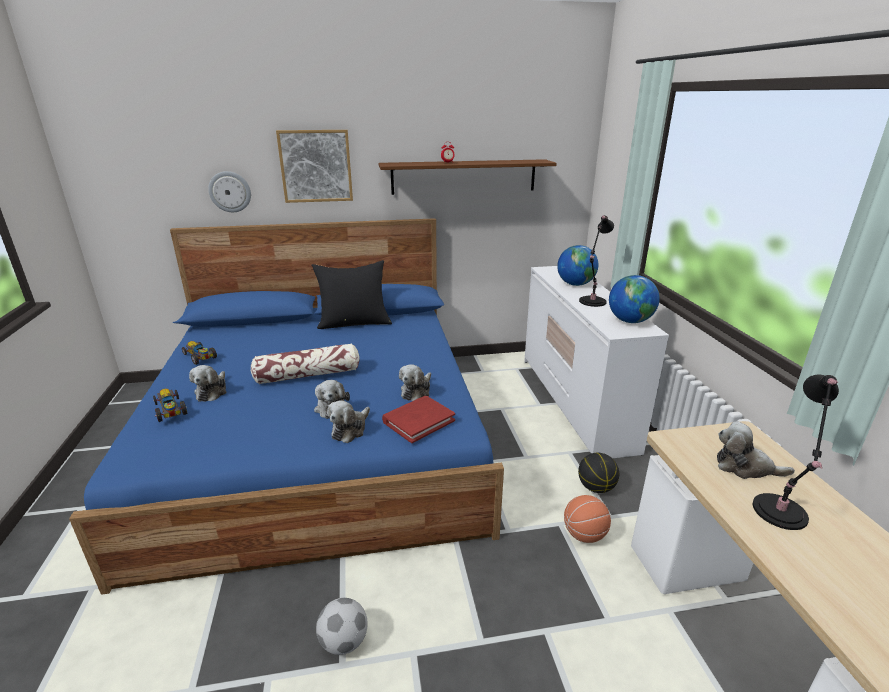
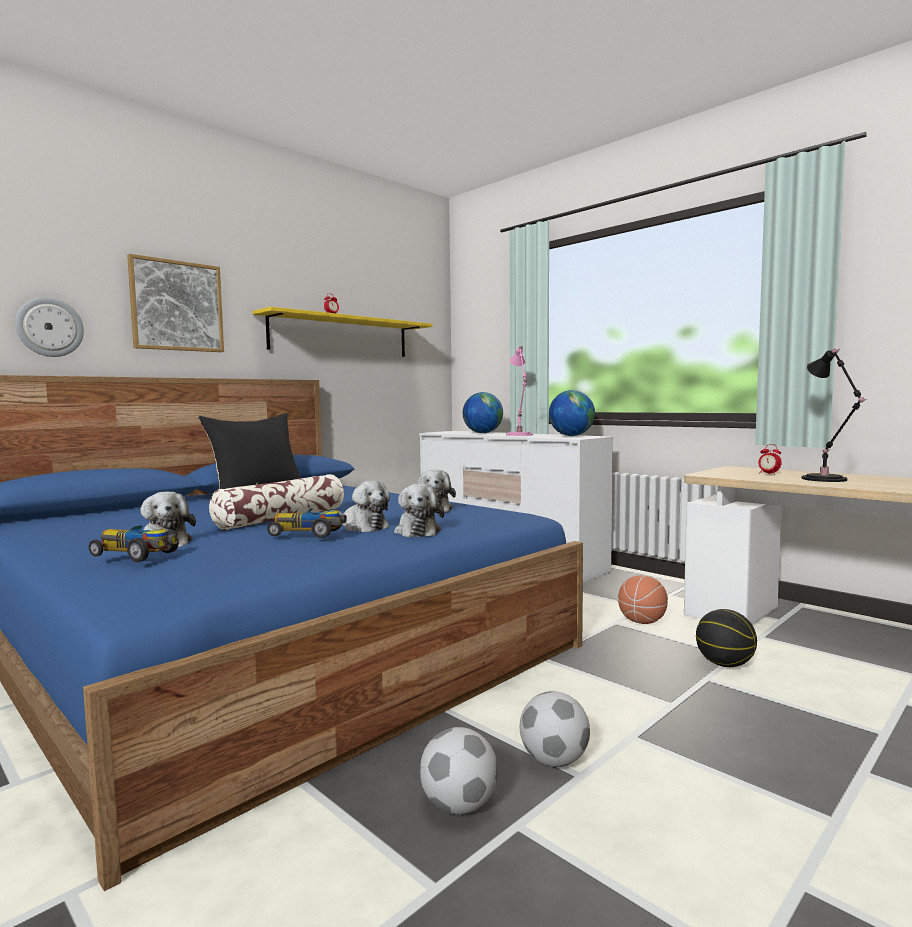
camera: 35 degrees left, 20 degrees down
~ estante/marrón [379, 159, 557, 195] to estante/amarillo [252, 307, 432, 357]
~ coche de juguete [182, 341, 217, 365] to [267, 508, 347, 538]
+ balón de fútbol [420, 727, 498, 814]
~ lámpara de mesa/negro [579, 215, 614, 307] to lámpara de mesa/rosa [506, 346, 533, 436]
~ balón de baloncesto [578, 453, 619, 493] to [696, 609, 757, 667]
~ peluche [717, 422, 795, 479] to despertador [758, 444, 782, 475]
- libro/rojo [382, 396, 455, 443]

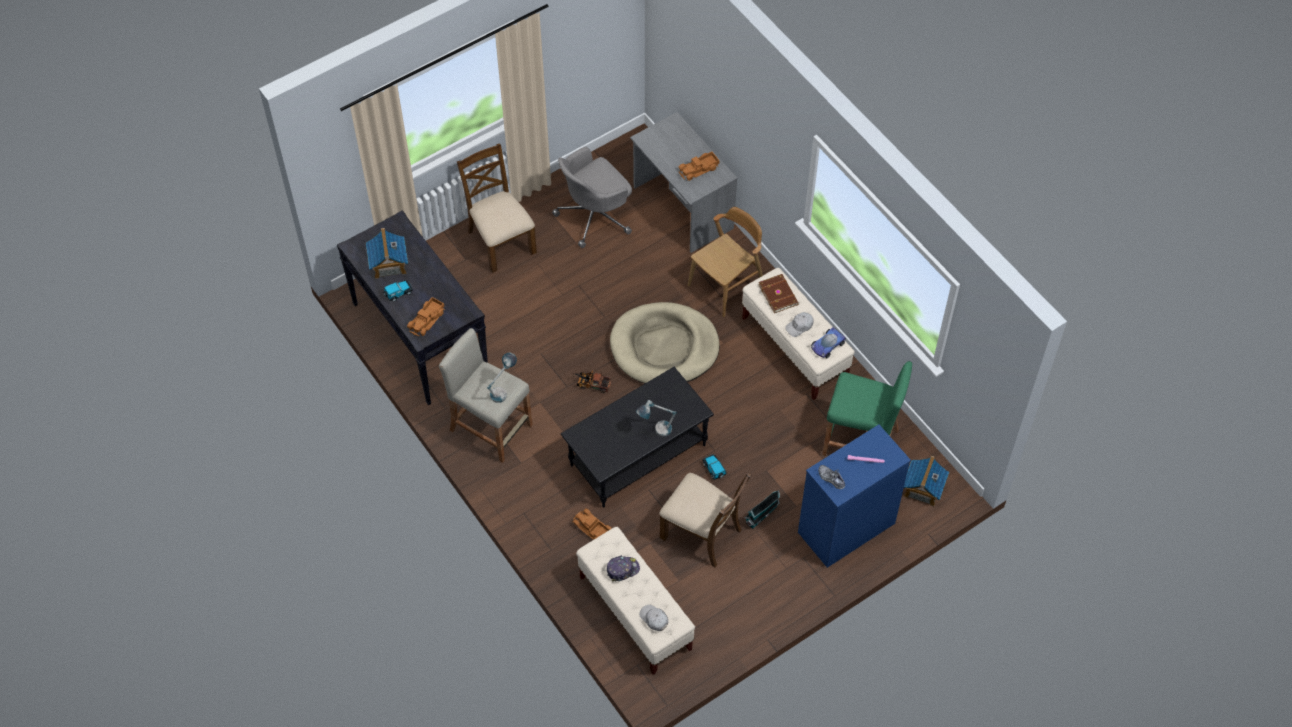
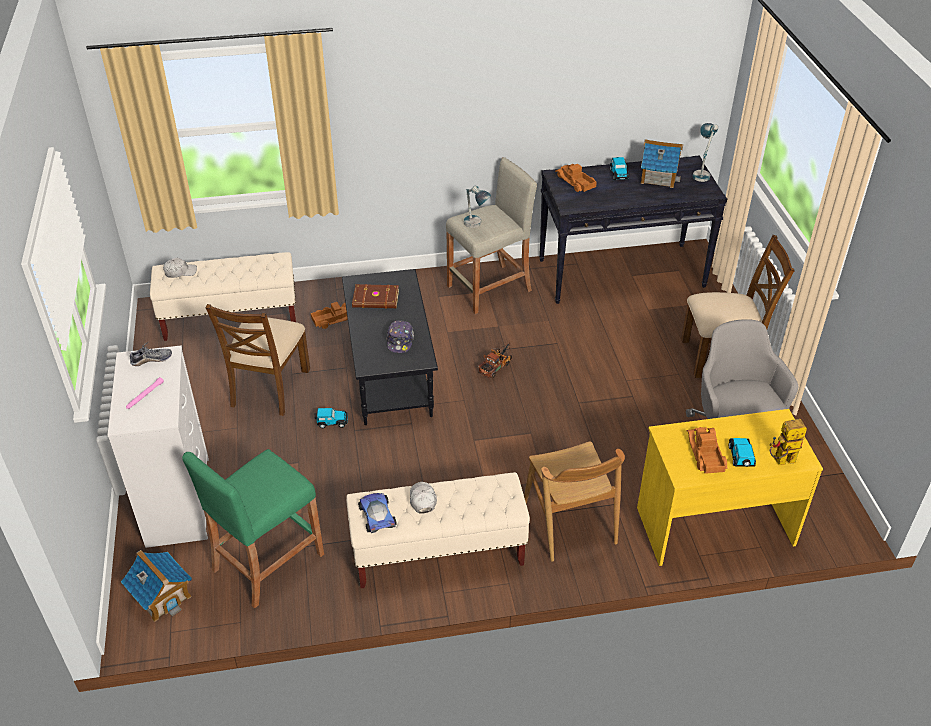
camera: 115 degrees right, 15 degrees down
~ cómoda/azul [798, 425, 911, 568] to cómoda/blanco [107, 345, 209, 548]
~ silla/marrón [659, 472, 752, 567] = [206, 304, 310, 416] 45 degrees counterclockwise
~ libro/marrón [759, 274, 799, 313] to [352, 284, 399, 309]
~ gorra [607, 555, 640, 581] to [386, 321, 414, 353]
~ escritorio/gris [630, 112, 737, 253] to escritorio/amarillo [637, 409, 823, 566]
~ lámpara de mesa [636, 400, 677, 436] to [693, 123, 718, 182]
+ coche de juguete [729, 438, 756, 467]
+ robot de juguete [770, 419, 807, 465]
- cama para perro/beis [610, 302, 720, 383]
- casita [745, 490, 780, 529]

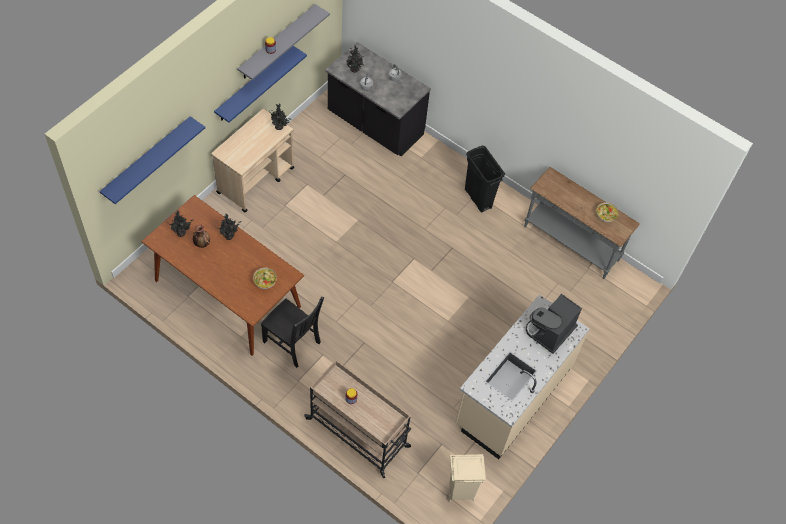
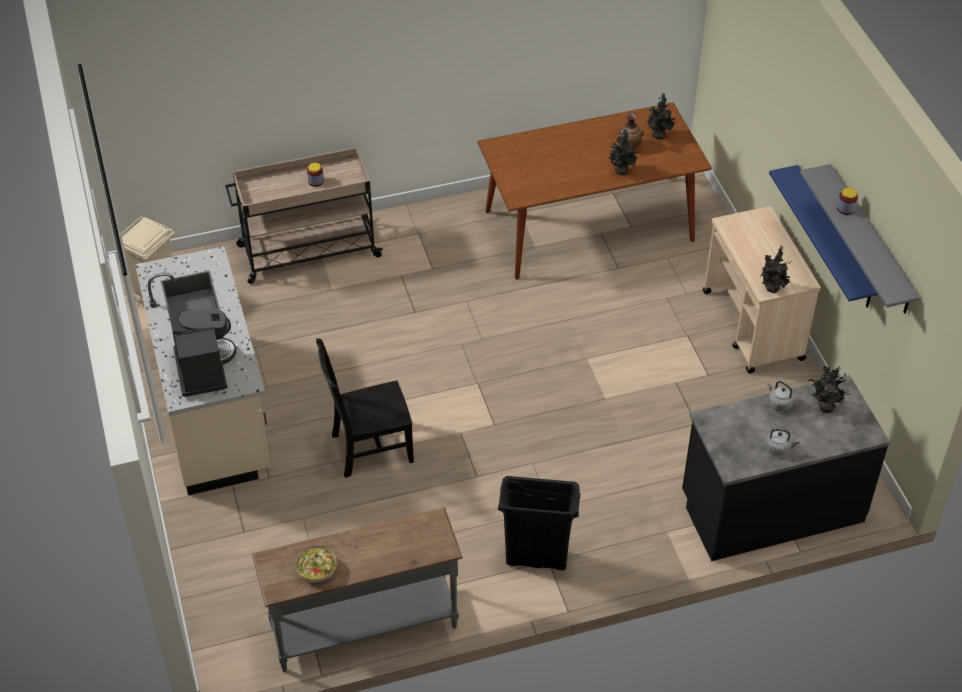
camera: 130 degrees right, 10 degrees down
~ silla/negro [261, 297, 324, 368] to [316, 338, 414, 478]
- estante/azul [100, 116, 205, 204]
- cuenco [253, 268, 277, 289]

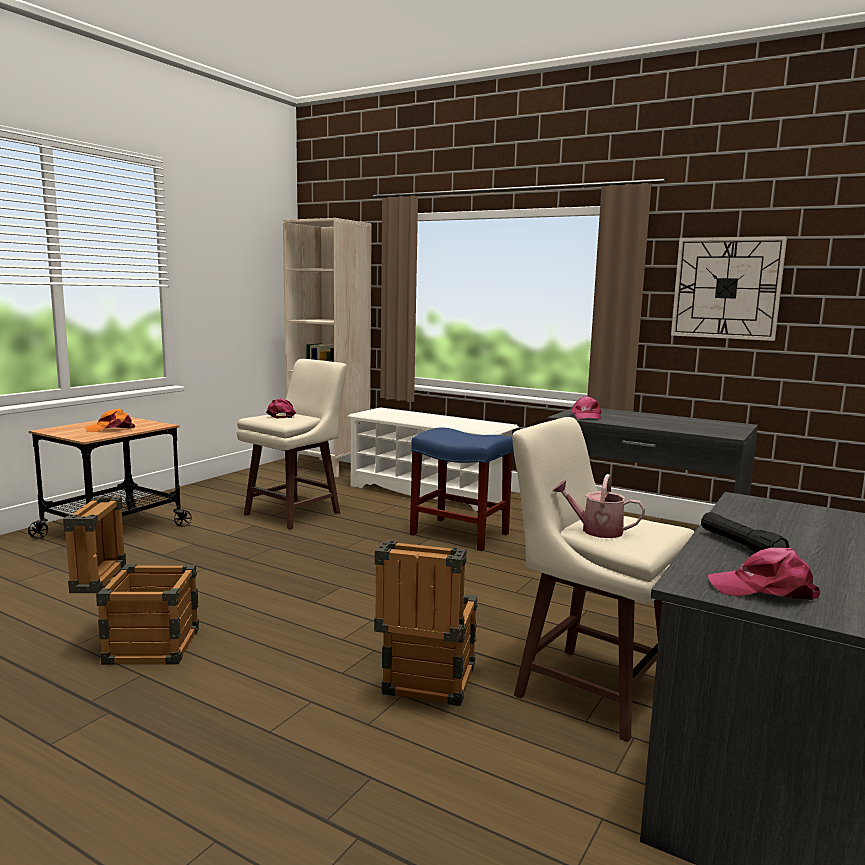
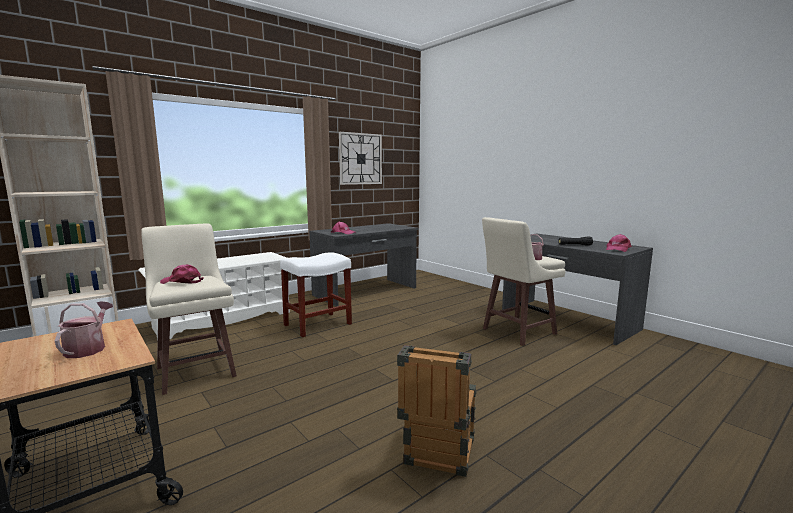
camera: 70 degrees left, 0 degrees up
~ gorra/naranja [85, 408, 135, 432] to regadera [55, 301, 113, 358]
~ taburete/azul [410, 428, 514, 551] to taburete/blanco [280, 252, 352, 337]
- caja de embalaje [374, 540, 478, 706]

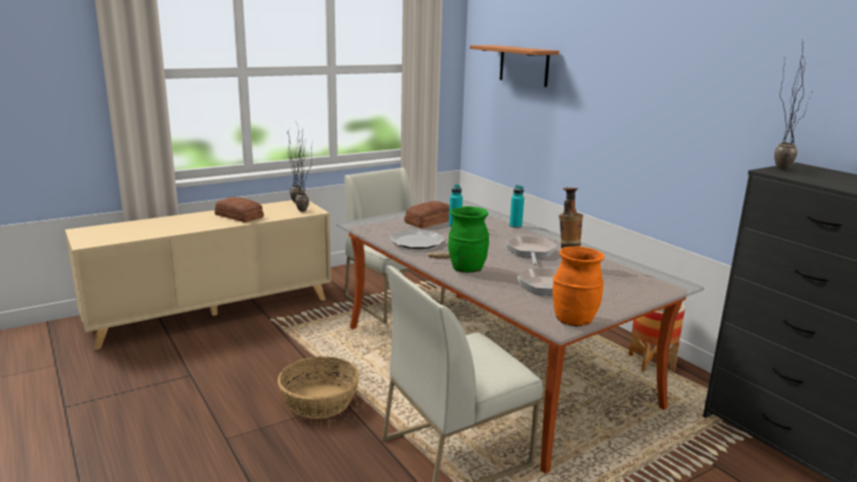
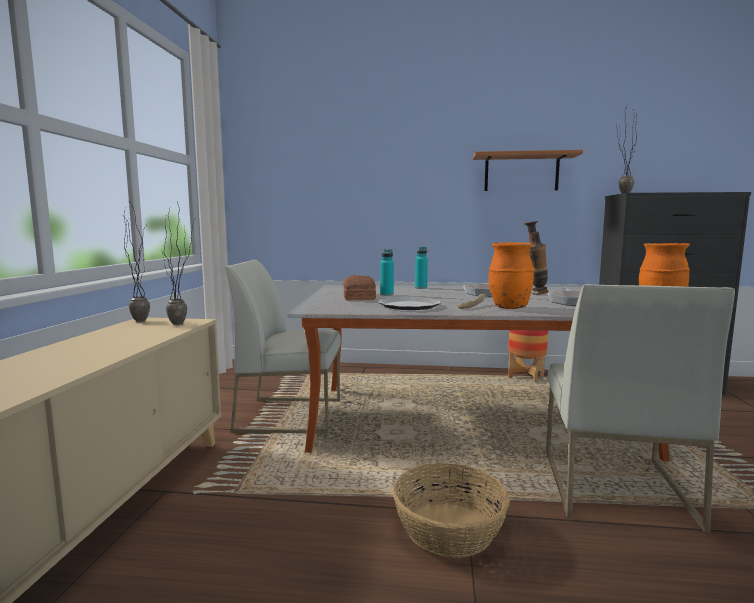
camera: 50 degrees left, 10 degrees down
~ estante [470, 45, 559, 87] to [473, 150, 583, 191]
~ florero/verde [448, 206, 490, 273] to florero/naranja [489, 242, 535, 309]
- pan [215, 197, 264, 223]

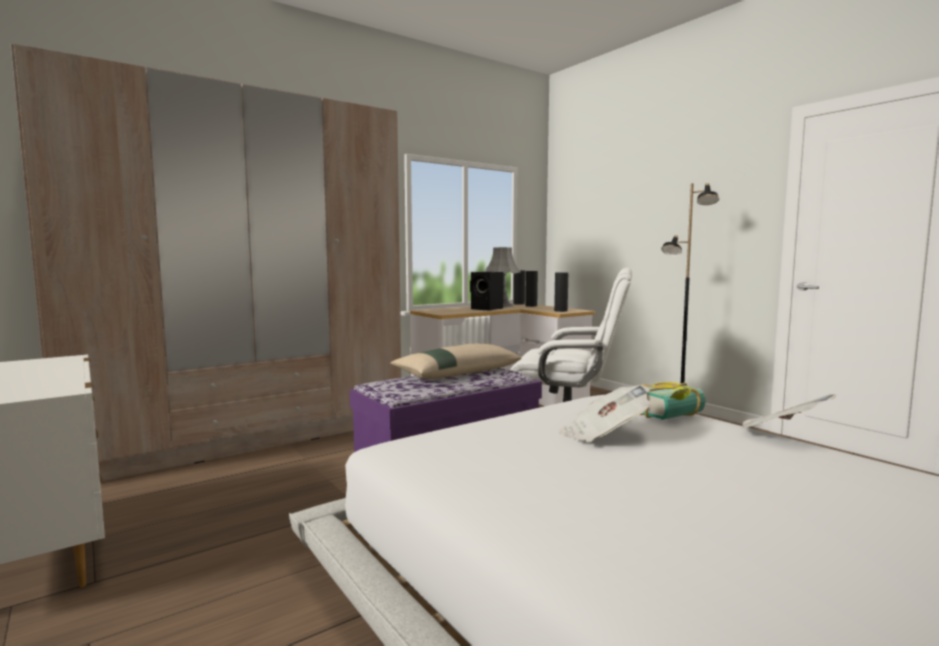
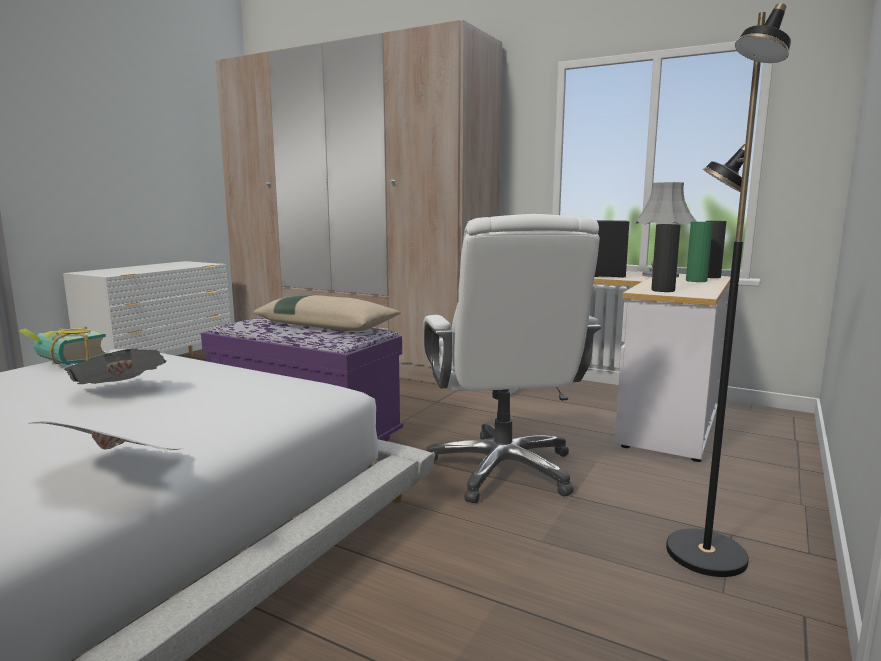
camera: 65 degrees right, 5 degrees up
~ libro [640, 382, 706, 420] to [19, 327, 108, 365]
~ florero/negro [525, 271, 538, 307] to florero/verde [686, 222, 713, 282]

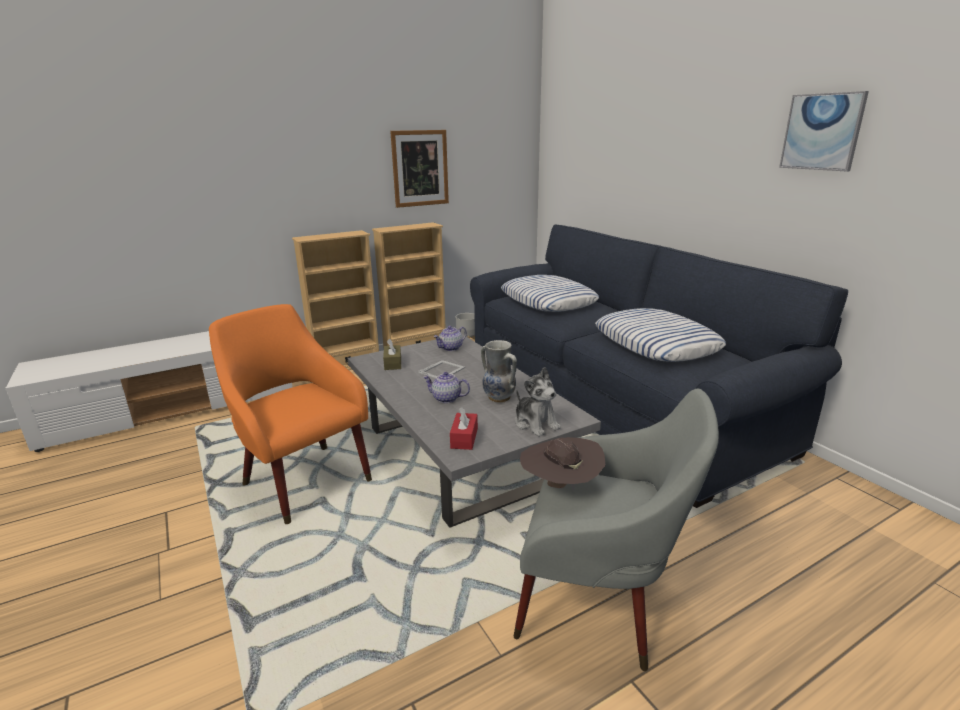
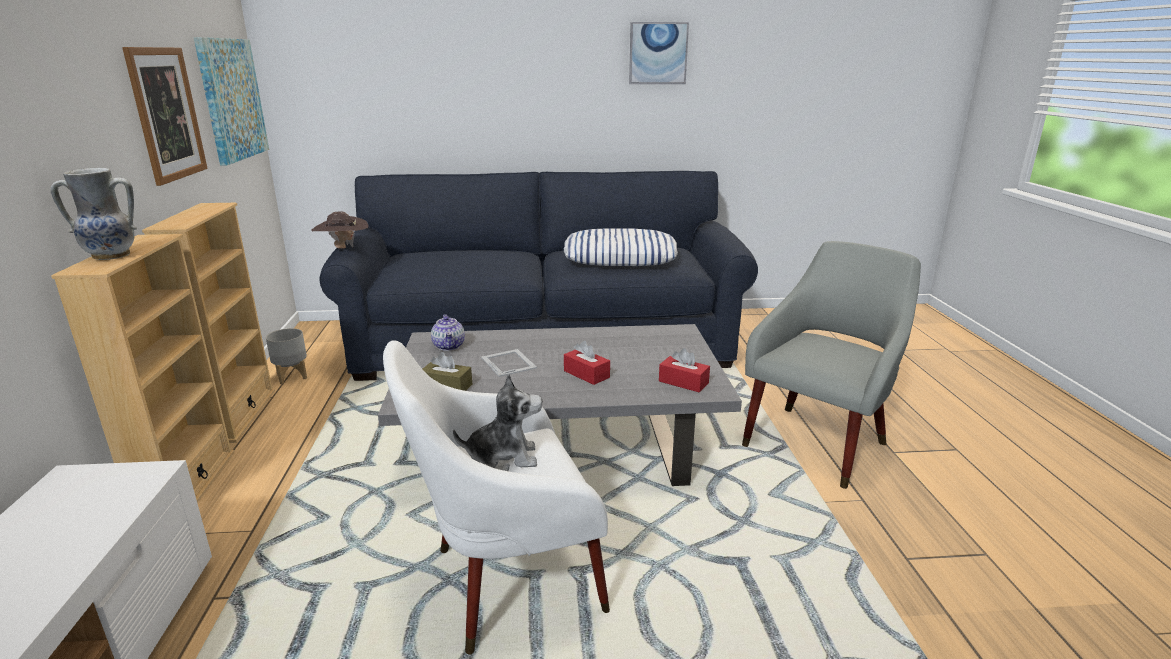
camera: 65 degrees left, 0 degrees up
~ florero [481, 340, 517, 403] to [51, 168, 137, 260]
+ cuadro [194, 37, 269, 166]
~ sombrero/marrón [520, 437, 605, 491] to [311, 211, 369, 249]
~ sillón/naranja [209, 304, 372, 524] to sillón/blanco [383, 340, 610, 655]
~ peluche [515, 367, 561, 437] to [453, 374, 542, 471]
~ tetera [423, 372, 470, 403] to caja de pañuelos/rojo [564, 341, 610, 385]
- cojín [501, 275, 599, 312]

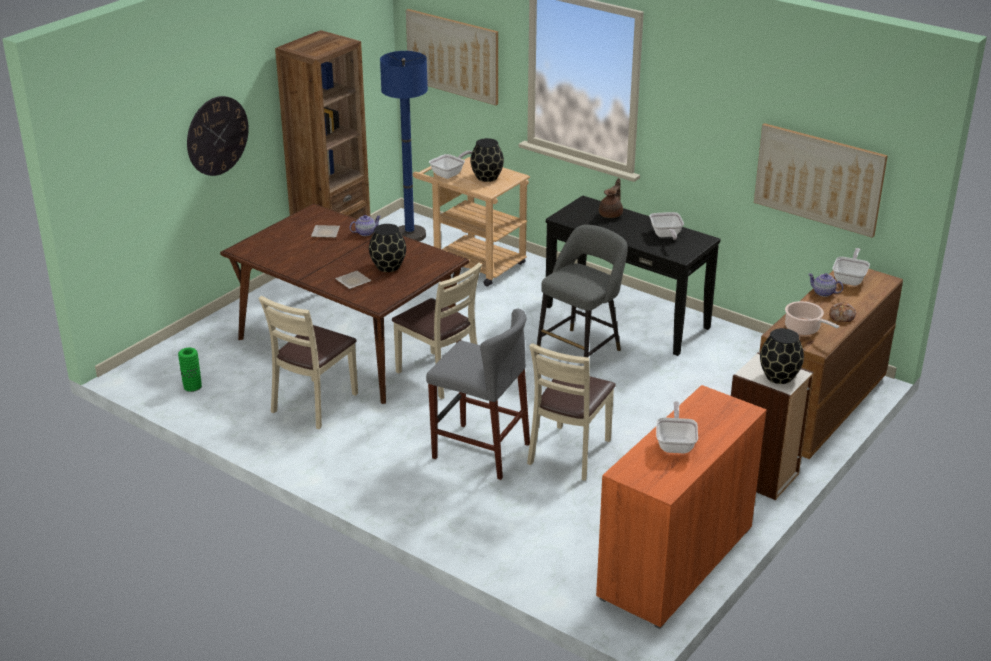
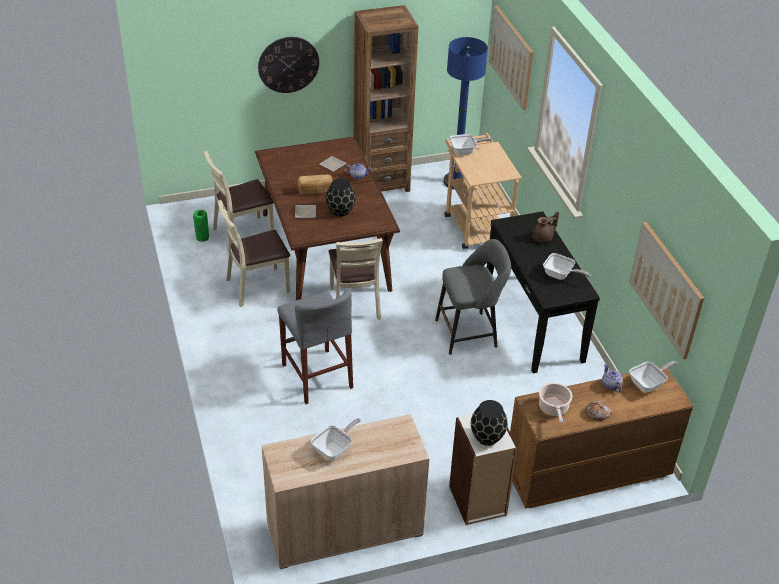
camera: 35 degrees right, 10 degrees up
~ silla/beis [527, 343, 616, 481] to [204, 151, 274, 253]
~ armario/naranja [596, 385, 767, 629] to armario/beis [262, 414, 430, 569]
+ pan [297, 175, 332, 195]
~ sartén [649, 212, 684, 240] = [543, 253, 591, 280] 90 degrees counterclockwise
- florero/negro [470, 138, 504, 182]

